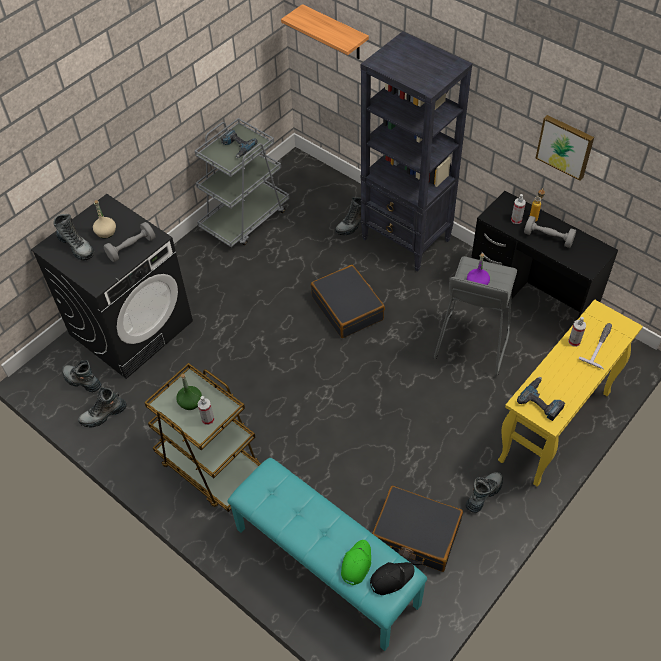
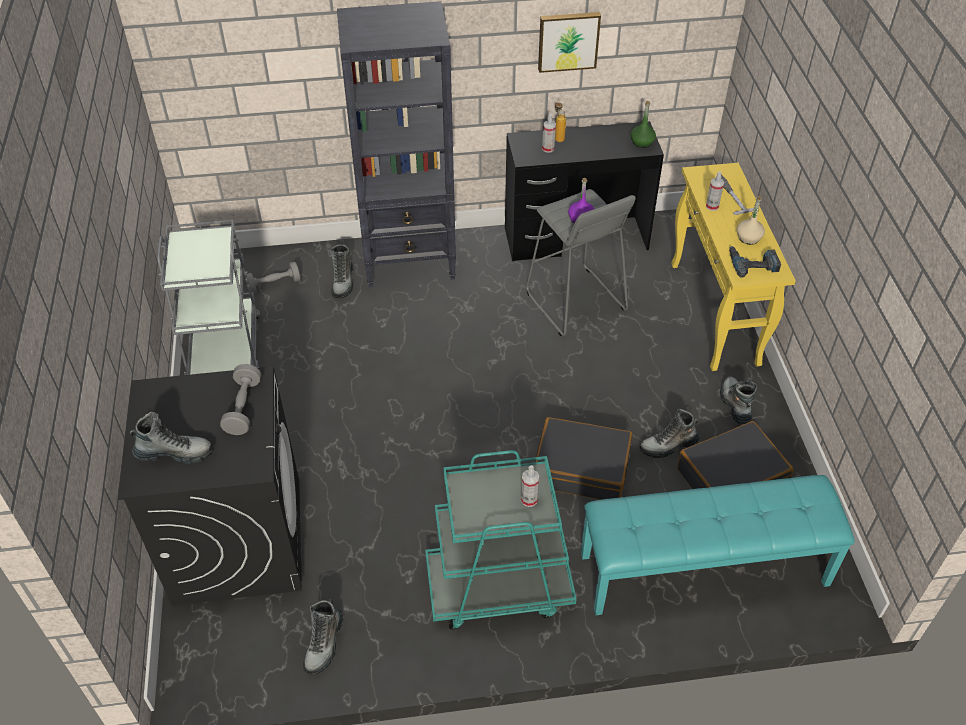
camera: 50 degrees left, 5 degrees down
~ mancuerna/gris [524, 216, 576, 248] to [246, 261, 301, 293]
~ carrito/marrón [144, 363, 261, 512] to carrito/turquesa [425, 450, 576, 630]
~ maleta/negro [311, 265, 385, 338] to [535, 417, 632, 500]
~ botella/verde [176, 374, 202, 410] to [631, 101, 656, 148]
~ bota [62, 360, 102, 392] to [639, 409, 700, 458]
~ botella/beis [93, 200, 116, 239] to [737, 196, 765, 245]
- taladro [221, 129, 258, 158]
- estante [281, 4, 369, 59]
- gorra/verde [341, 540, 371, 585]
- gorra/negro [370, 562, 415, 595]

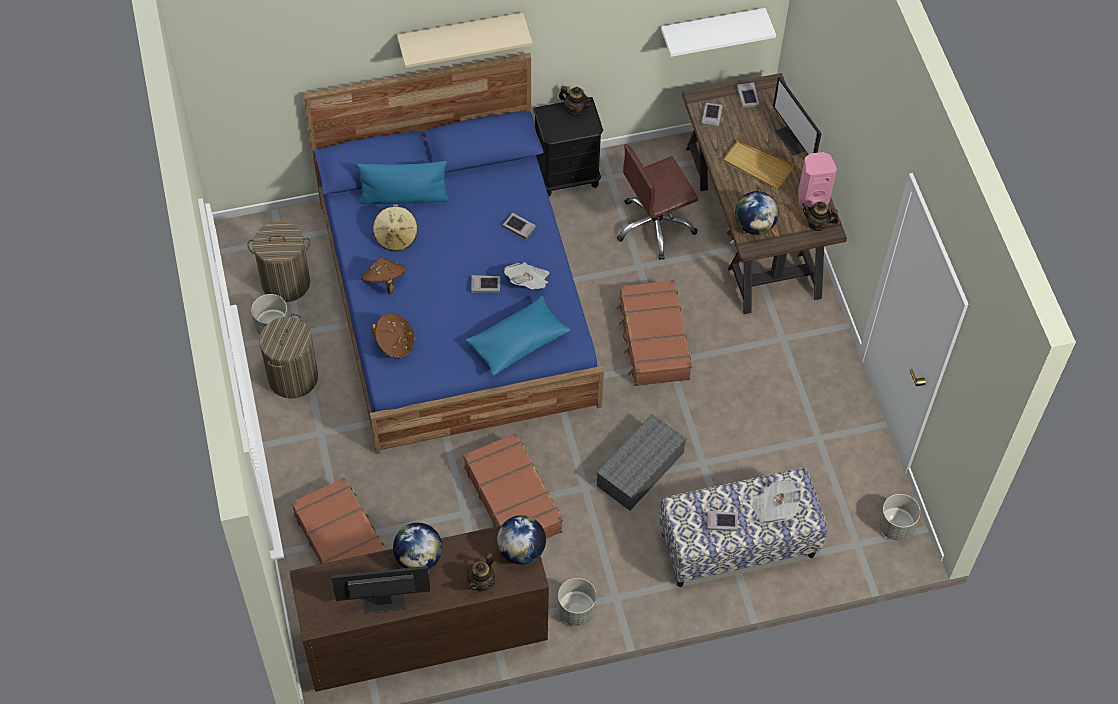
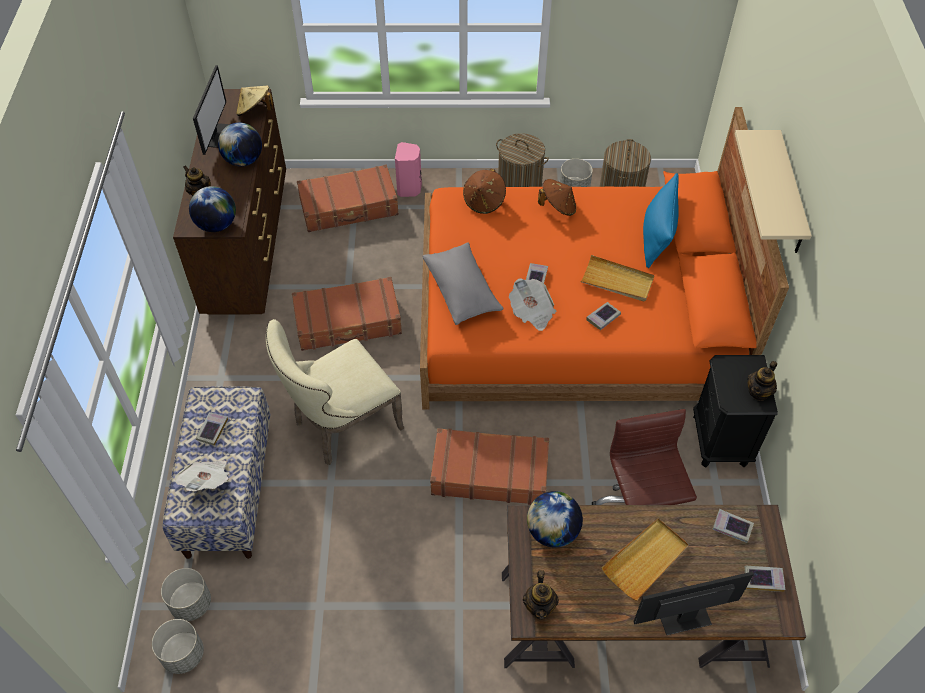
camera: 105 degrees right, 5 degrees down
~ maceta/gris [558, 578, 597, 626] to [161, 568, 211, 621]
~ sombrero/beis [372, 204, 418, 251] to [236, 86, 273, 116]
~ caja de almacenaje/gris [597, 414, 687, 511] to silla/beis [266, 319, 404, 465]
~ altavoz/rosa [798, 152, 837, 208] to [395, 142, 422, 197]
~ cama/azul [303, 53, 604, 454] to cama/naranja [420, 107, 789, 410]
~ cojín/azul [466, 296, 570, 376] to cojín/gris [422, 242, 504, 325]
~ tetera [802, 202, 839, 231] = [523, 570, 559, 620] 150 degrees clockwise
+ bandeja/beis [580, 255, 654, 302]
- estante/blanco [661, 8, 776, 57]

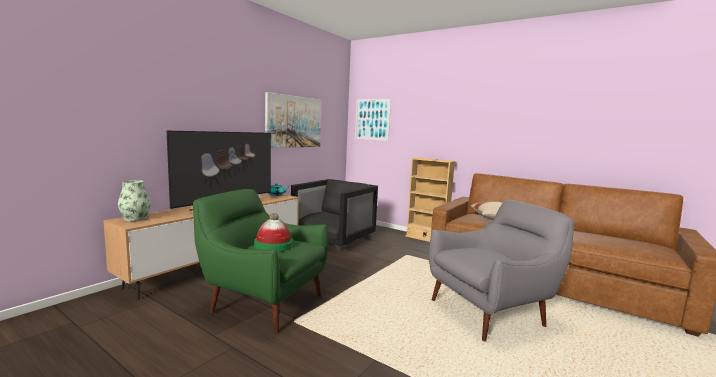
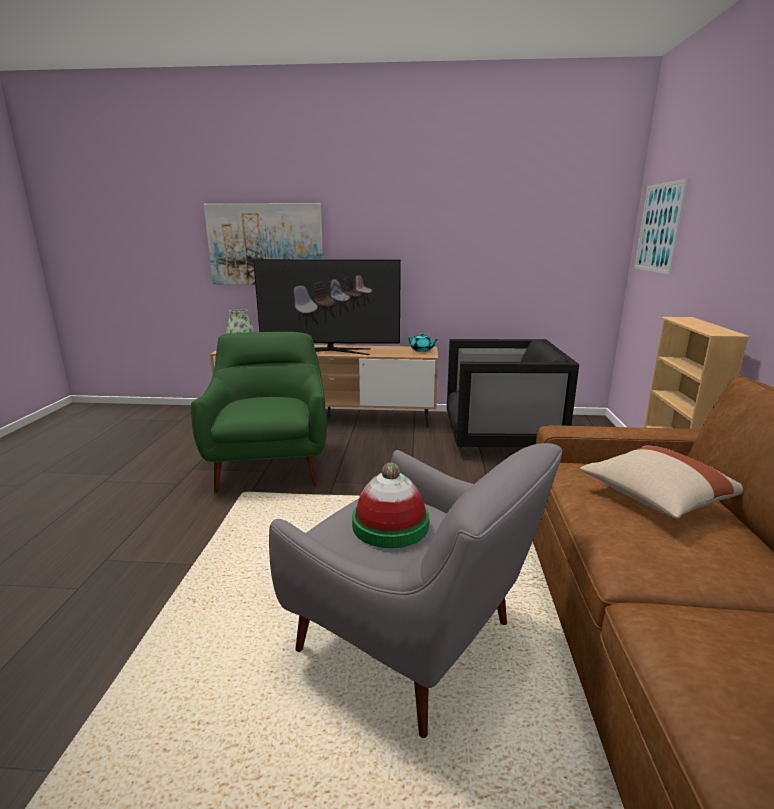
camera: 60 degrees right, 10 degrees up
~ cuadro [265, 92, 321, 148] to [204, 203, 323, 285]
~ sombrero [254, 213, 293, 252] to [352, 462, 429, 548]

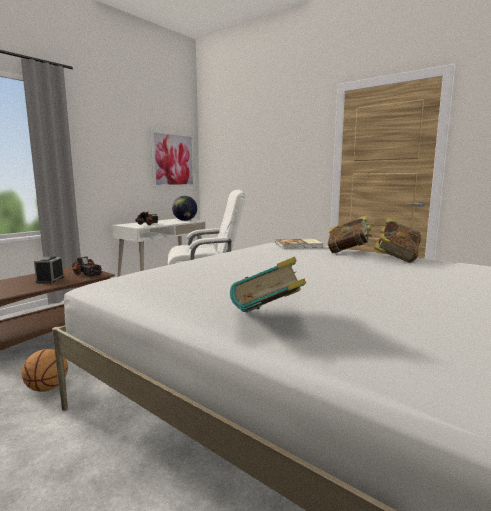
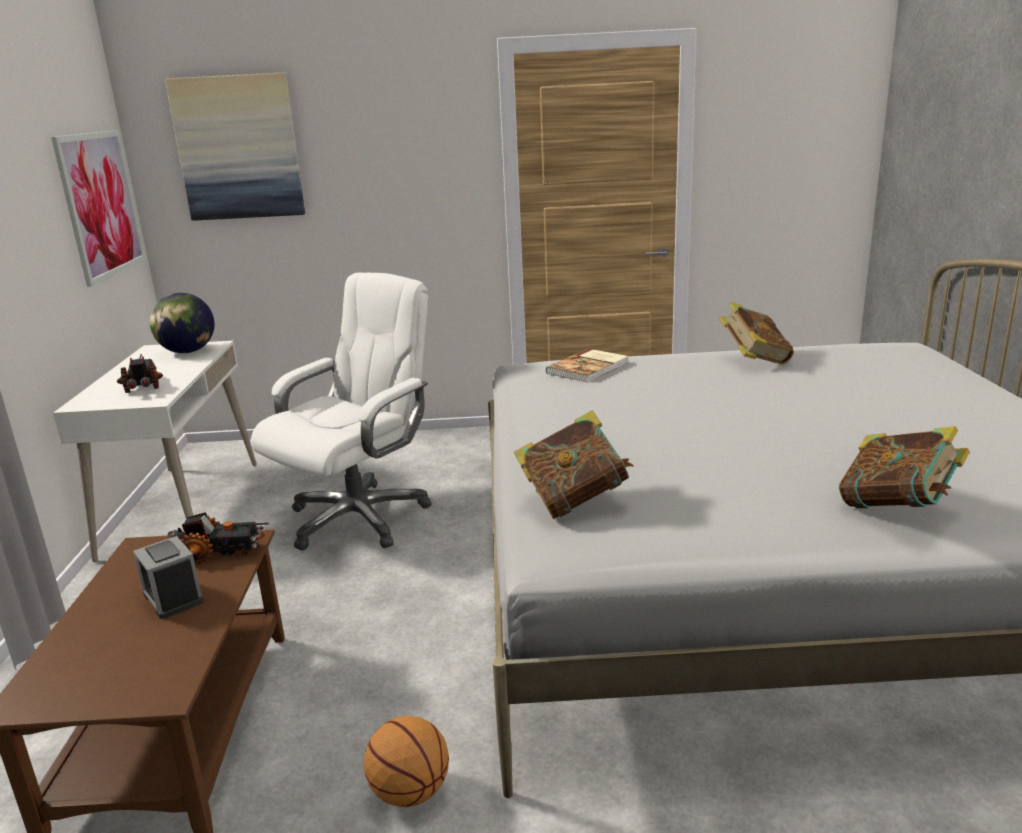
camera: 40 degrees left, 10 degrees up
+ cuadro [165, 73, 305, 221]
~ libro [328, 215, 372, 253] to [514, 411, 634, 519]

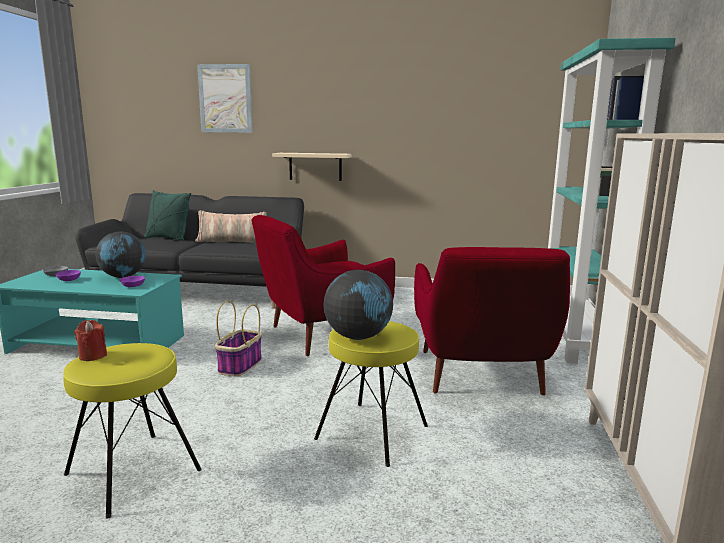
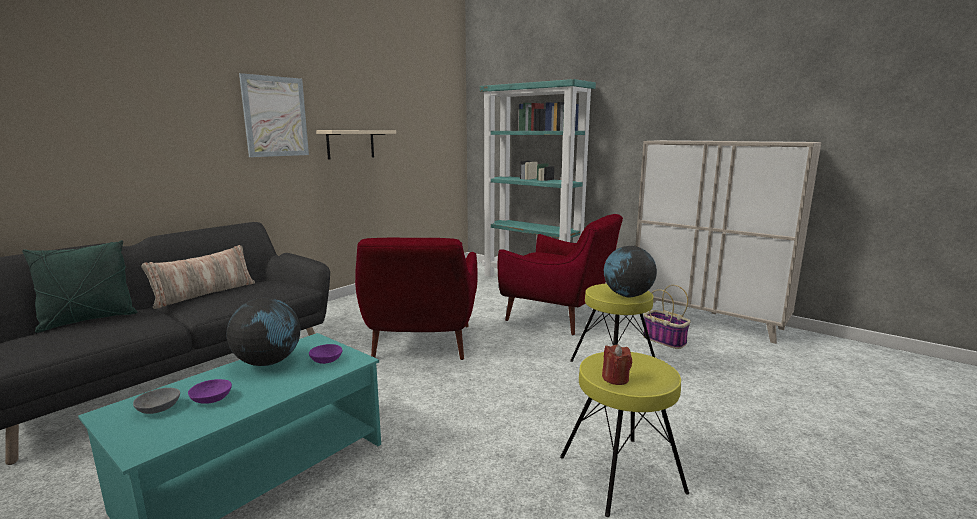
camera: 60 degrees left, 0 degrees up
~ cuadro [197, 64, 253, 133] to [239, 73, 309, 157]
~ estante/beis [272, 153, 352, 181] to [316, 130, 396, 160]
~ cesta [215, 301, 262, 377] to [643, 285, 691, 349]

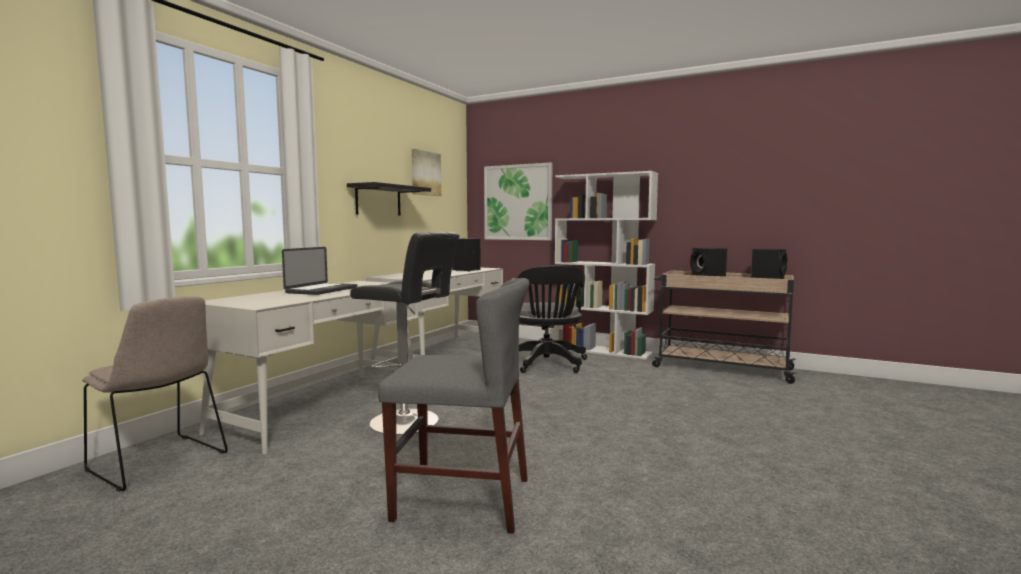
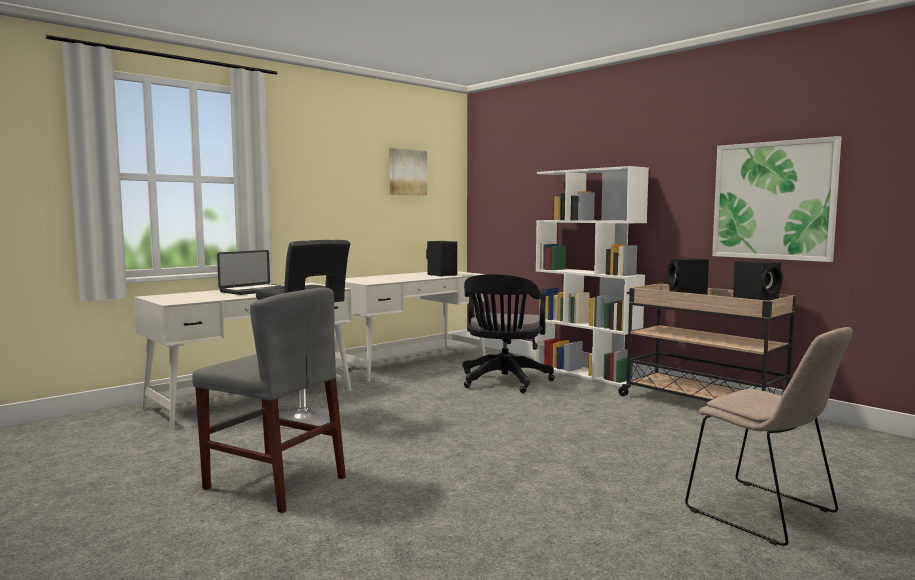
camera: 20 degrees right, 0 degrees up
~ silla/beis [82, 296, 228, 492] to [685, 327, 853, 546]
~ cuadro [484, 163, 552, 240] to [712, 136, 842, 262]
- estante/negro [347, 182, 431, 216]

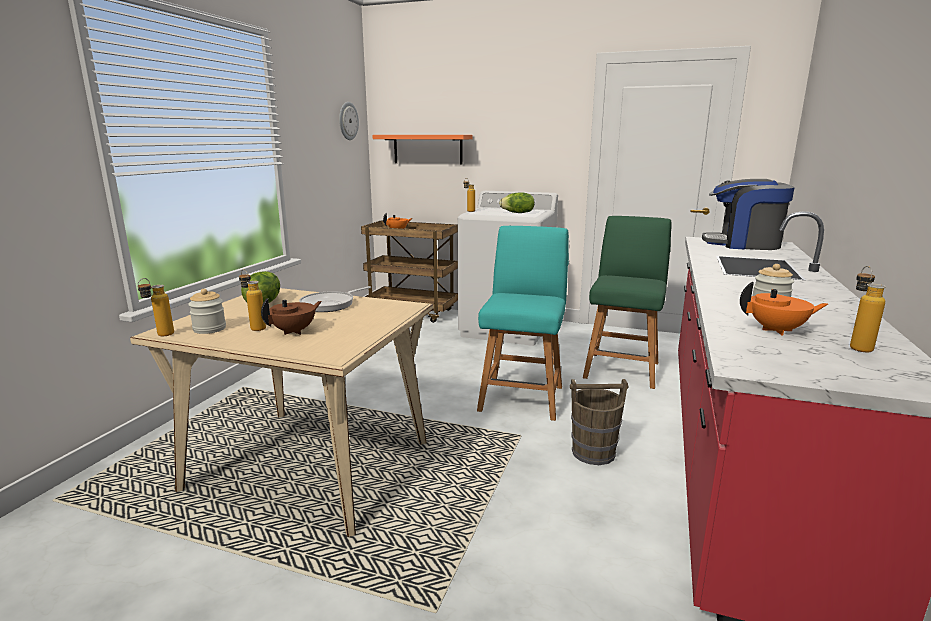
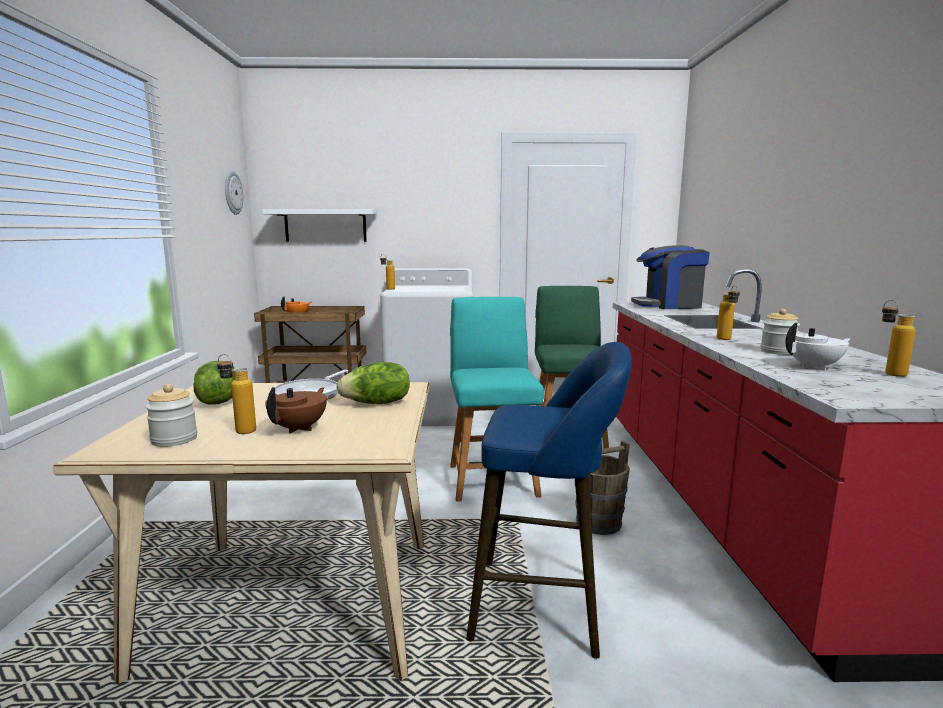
camera: 20 degrees left, 5 degrees down
~ estante/naranja [372, 135, 473, 164] to estante/blanco [262, 209, 377, 242]
~ lechuga [499, 192, 535, 213] to [336, 362, 410, 404]
+ taburete/azul [466, 342, 631, 659]
~ botella [138, 278, 174, 336] to [717, 285, 740, 340]
~ tetera/naranja [740, 282, 828, 336] to tetera/blanco [785, 322, 851, 371]

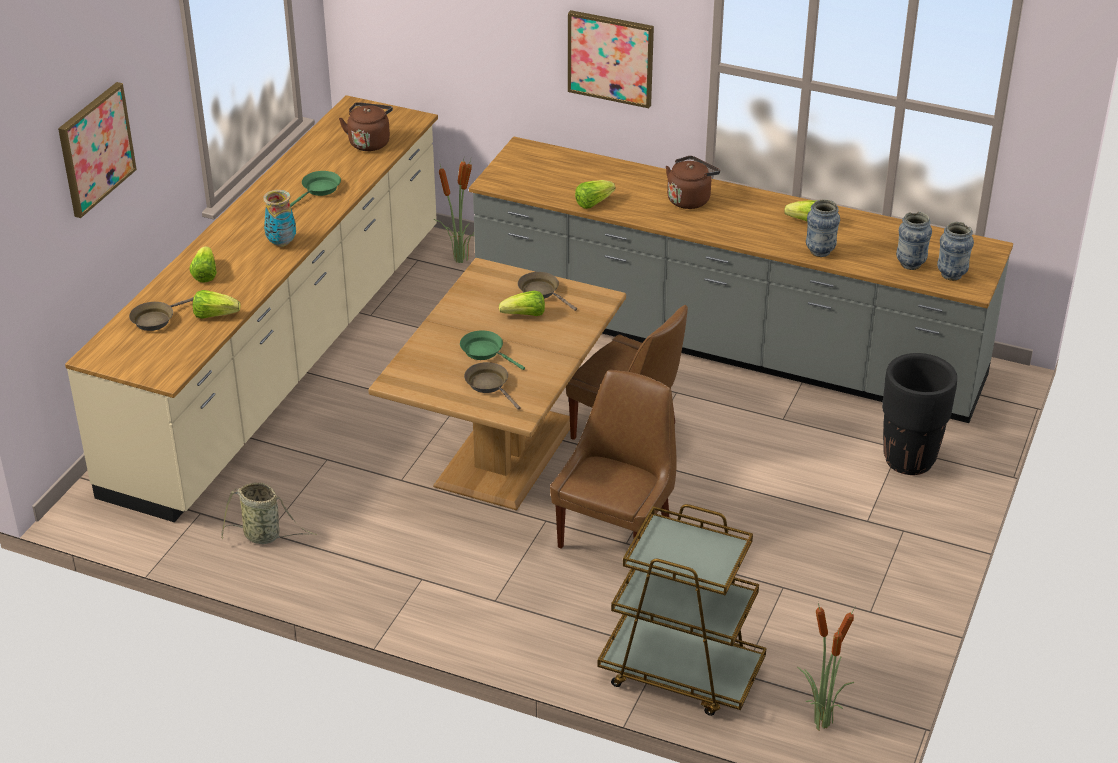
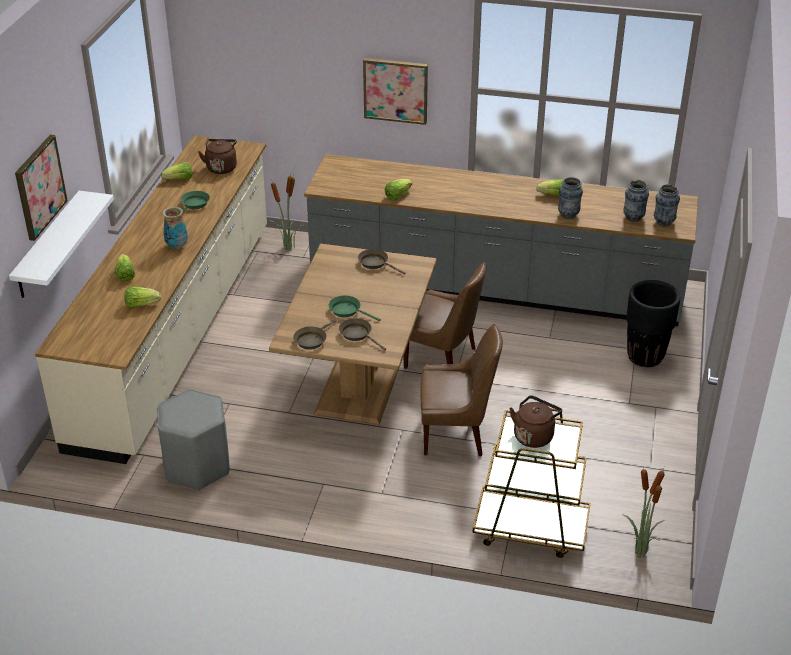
camera: 10 degrees left, 0 degrees up
+ estante/blanco [9, 191, 114, 298]
~ cesta [221, 483, 317, 544] to taburete/gris [157, 389, 229, 490]
~ lechuga [499, 291, 545, 316] to [161, 162, 192, 180]
~ sartén/marrón [129, 297, 194, 331] to [293, 319, 337, 350]
~ silla/marrón [550, 370, 677, 549] = [420, 324, 503, 456] 75 degrees clockwise
~ hervidor/marrón [666, 156, 720, 209] to [510, 396, 562, 448]

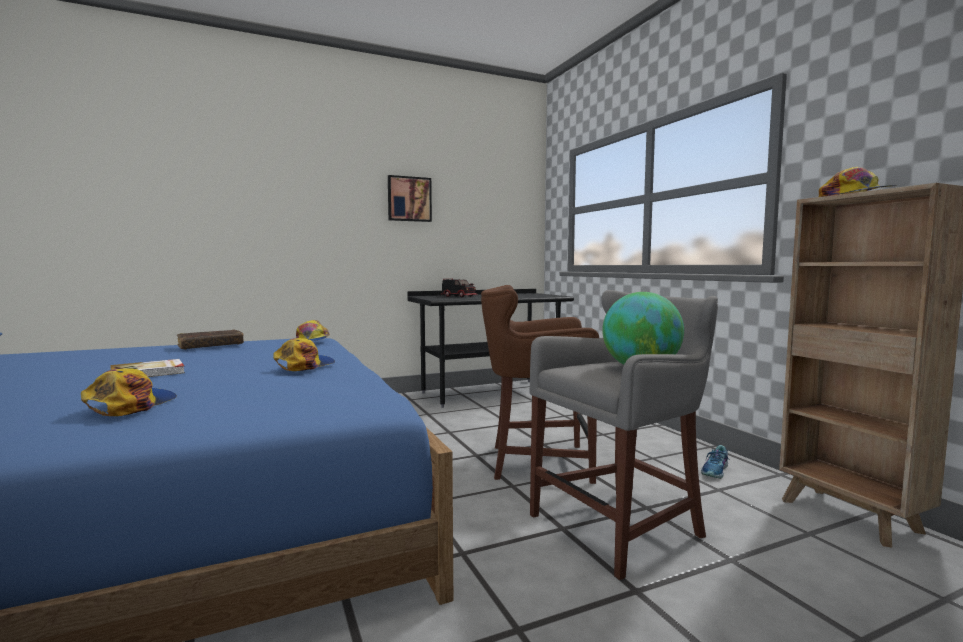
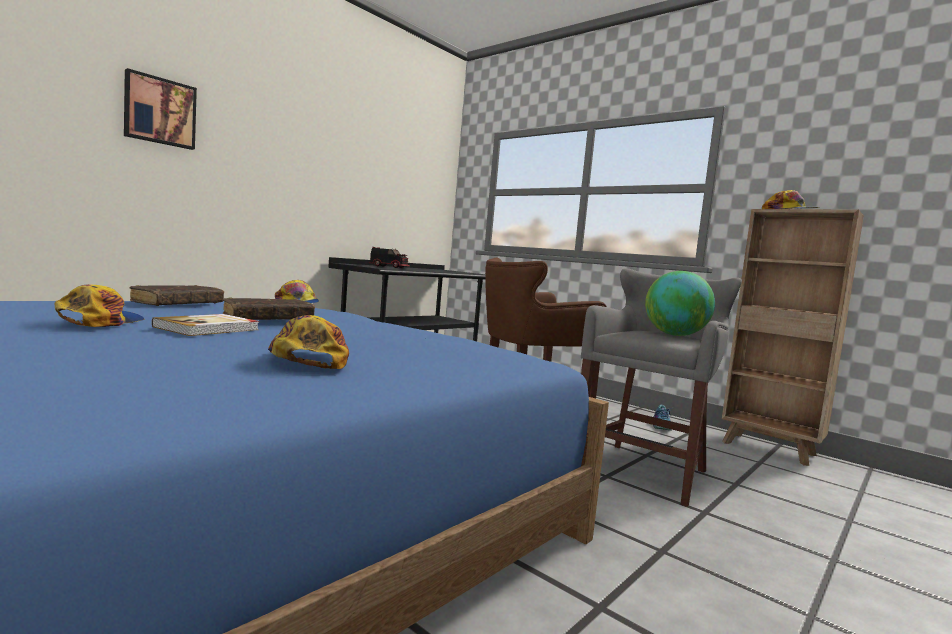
camera: 25 degrees left, 0 degrees up
~ gorra [273, 338, 335, 371] to [54, 284, 144, 327]
~ cuadro [388, 175, 432, 222] to [124, 68, 197, 150]
+ libro/marrón [223, 297, 315, 320]

